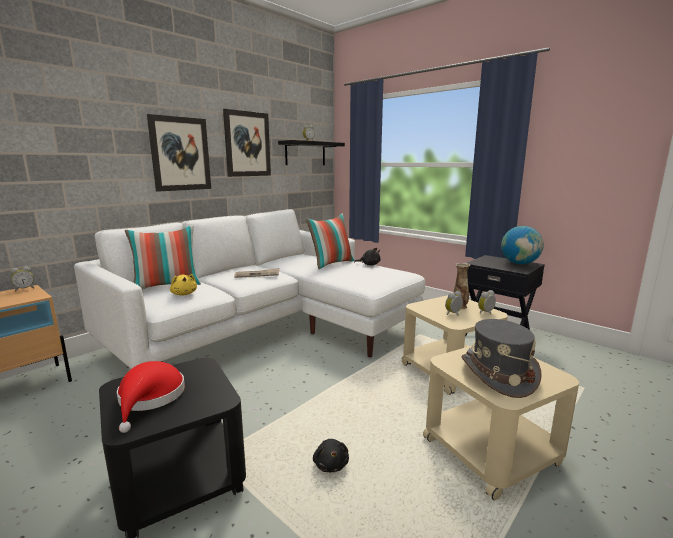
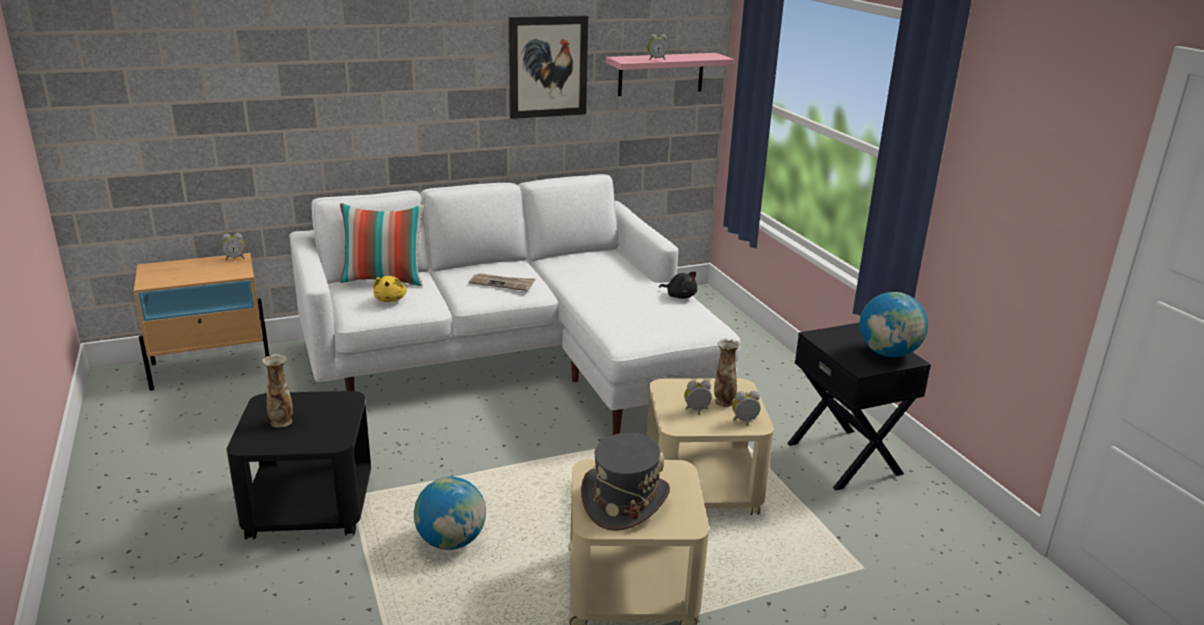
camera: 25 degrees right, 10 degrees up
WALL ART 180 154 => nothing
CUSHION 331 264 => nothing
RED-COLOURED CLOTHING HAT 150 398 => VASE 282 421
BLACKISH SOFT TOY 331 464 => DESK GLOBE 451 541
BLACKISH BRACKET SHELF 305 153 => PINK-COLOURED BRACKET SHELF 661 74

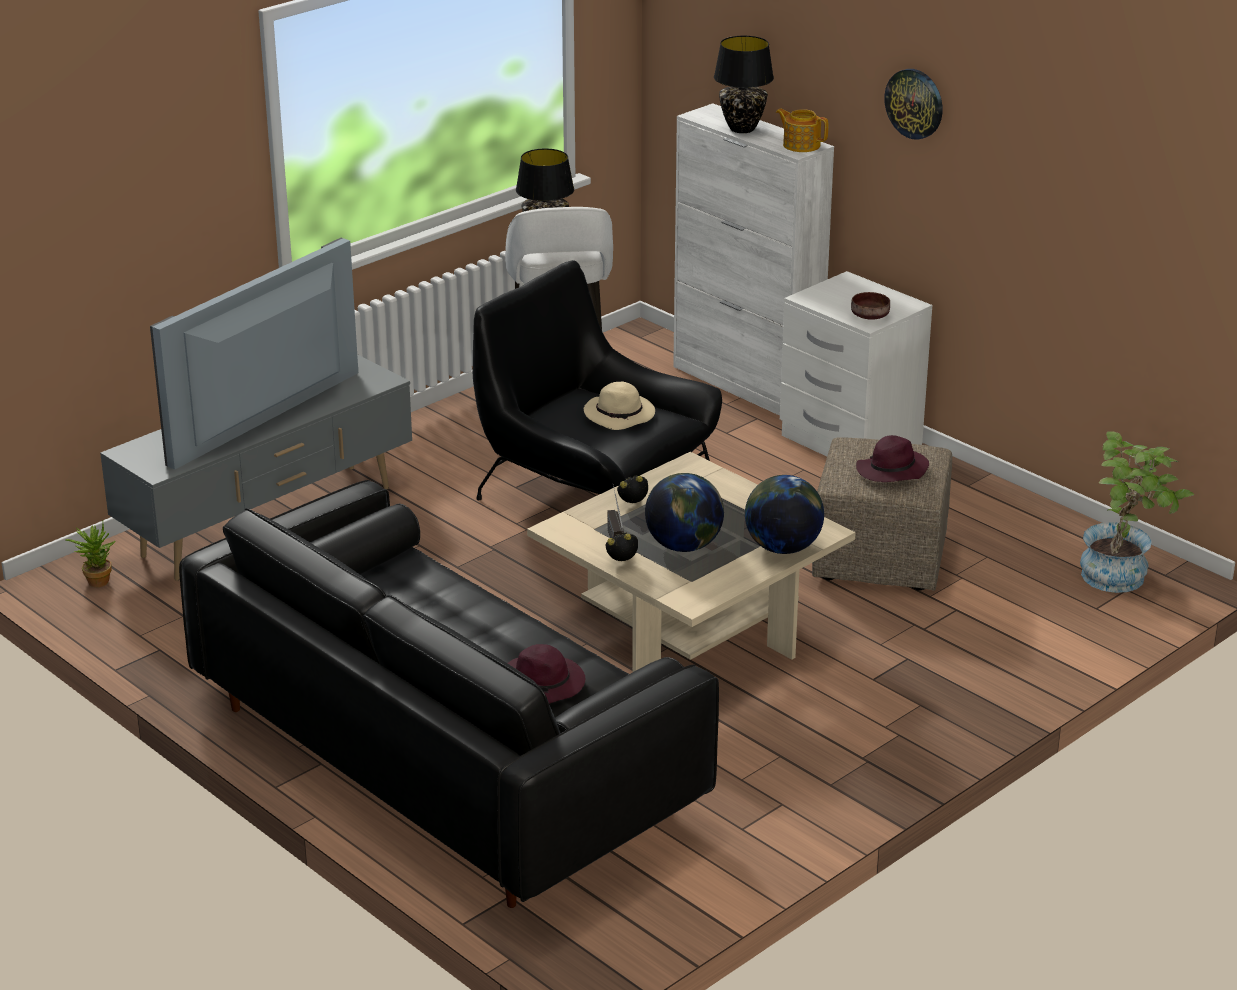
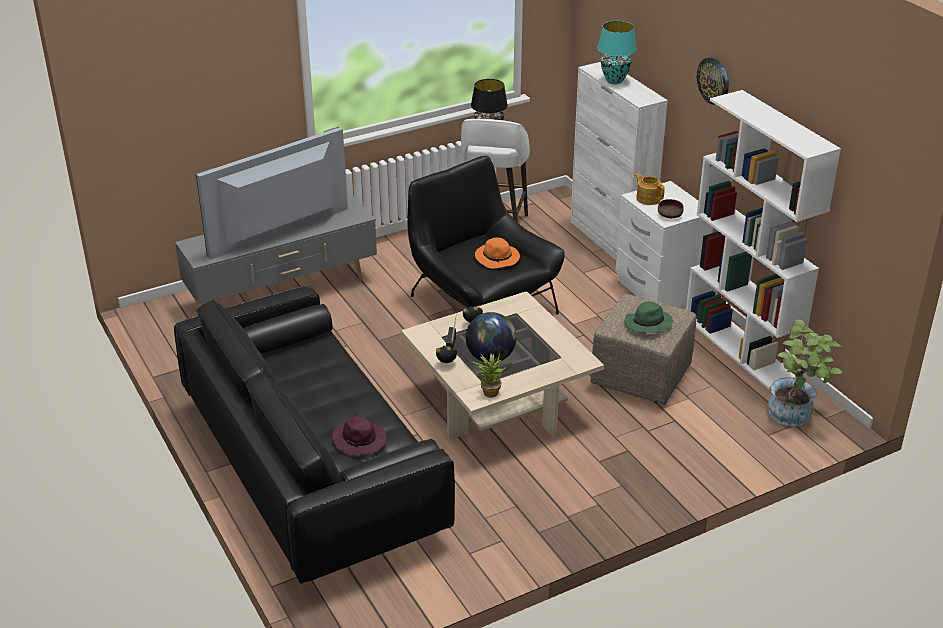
camera: 15 degrees right, 5 degrees up
DESK GLOBE 782 547 => nothing
nothing => WHITE BOOKSHELF 741 347
POTTED PLANT 96 580 => POTTED PLANT 489 391, shifted
TEAPOT 801 145 => TEAPOT 648 198, shifted
SAND-COLOURED CLOTHING HAT 620 415 => ORANGE CLOTHING HAT 498 258
BLACKISH LAMP FOR A TABLE 741 129 => TURQUOISE-COLOURED LAMP FOR A TABLE 614 81
PURPLE-COLOURED CLOTHING HAT 891 471 => GREEN-COLOURED CLOTHING HAT 647 324

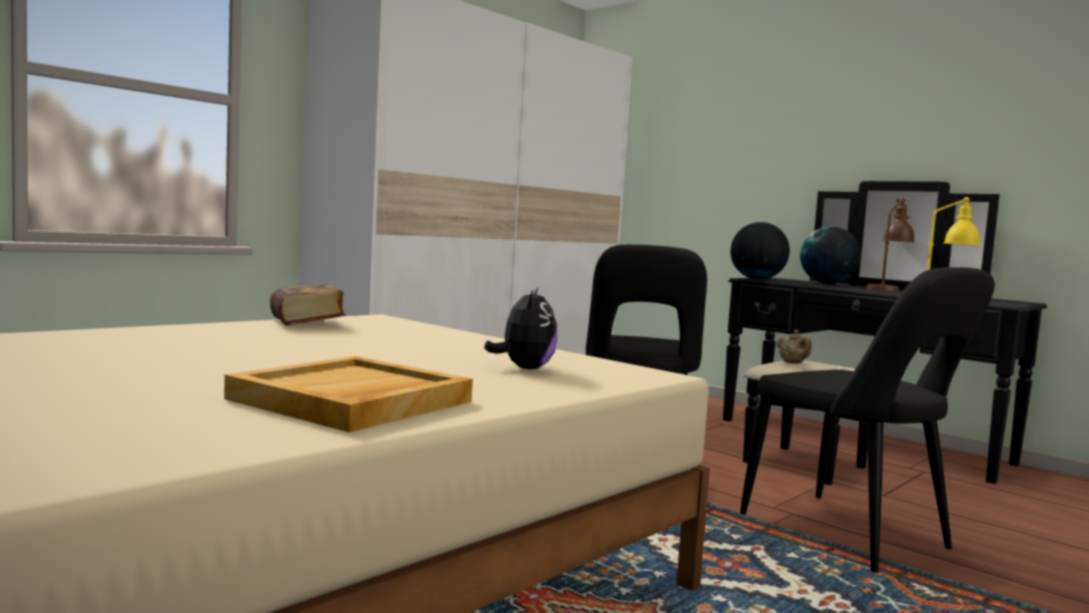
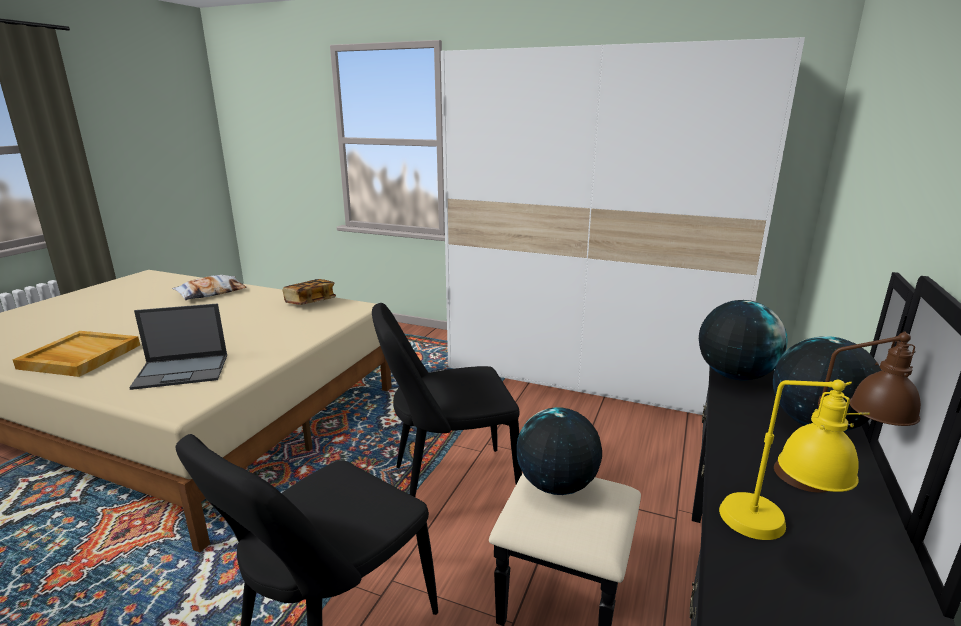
camera: 70 degrees right, 15 degrees up
nothing => CUSHION 211 293
SOFT TOY 524 368 => LAPTOP 183 371
SAND-COLOURED TEAPOT 793 363 => DESK GLOBE 556 485

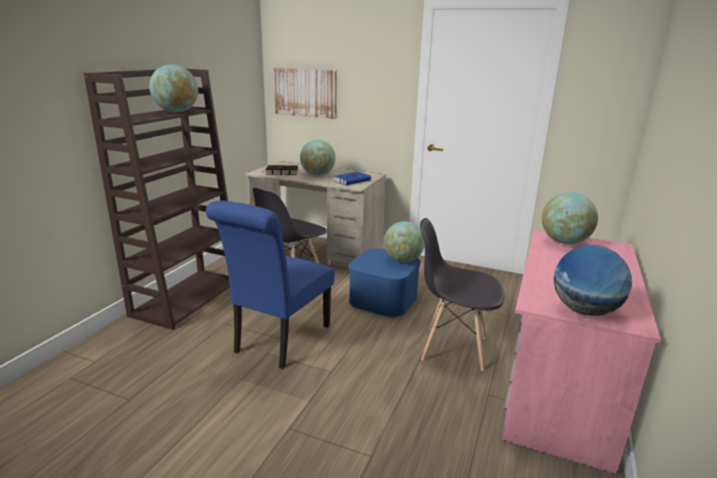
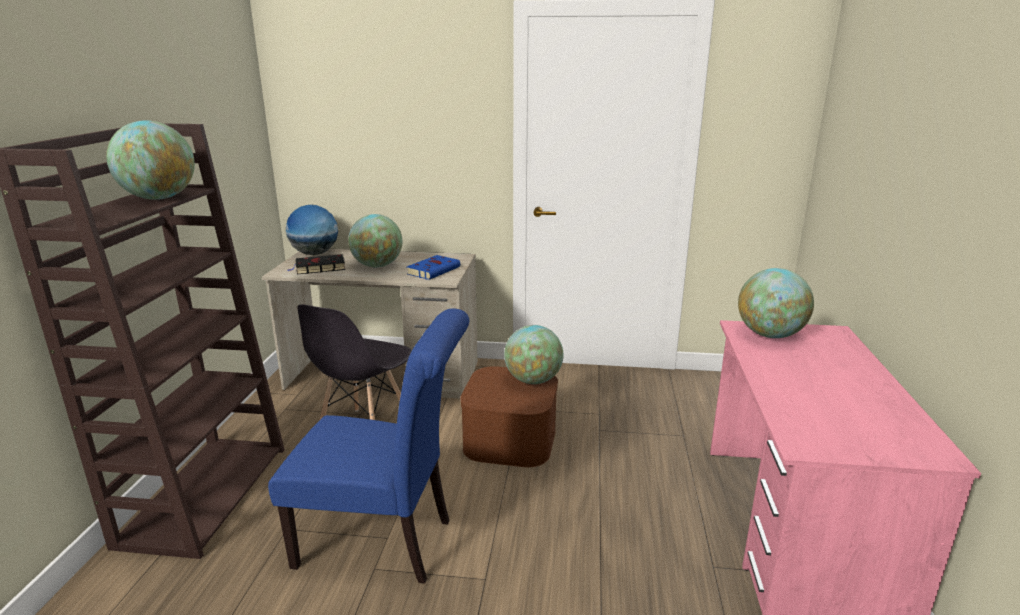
camera: 15 degrees left, 0 degrees up
WALL ART 305 92 => nothing
GREY CHAIR 453 347 => nothing
DESK GLOBE 584 311 => DESK GLOBE 314 254, shifted
BLUE STORAGE BOX 383 298 => BROWNISH STORAGE BOX 510 439
BLUE CHAIR 278 341 => BLUE CHAIR 384 543, 90 degrees counterclockwise

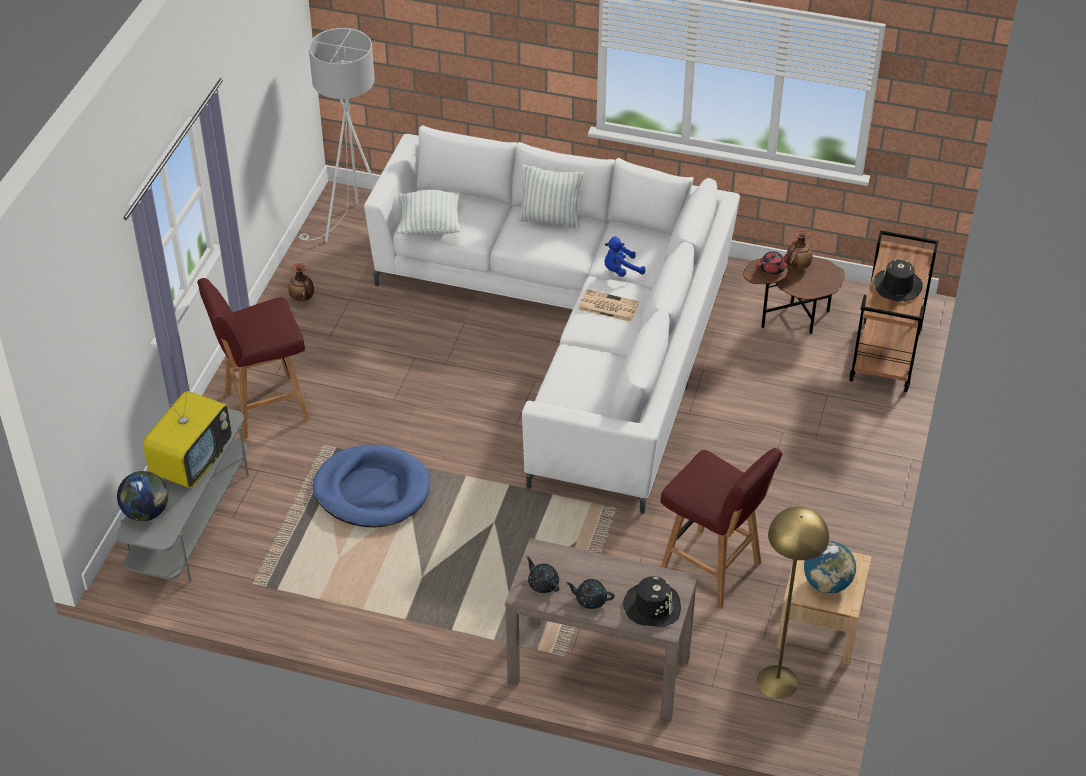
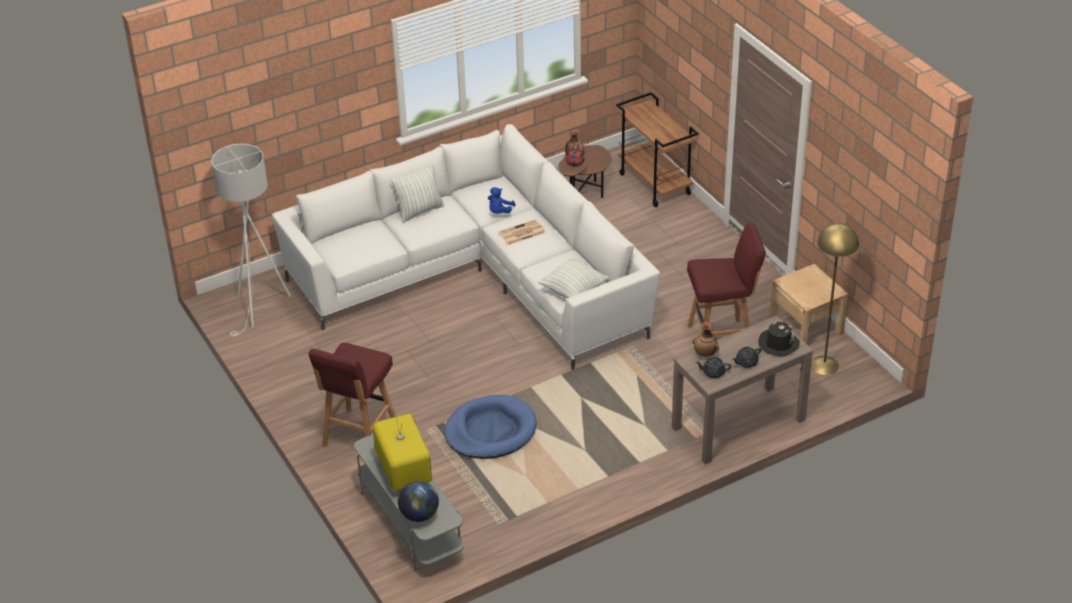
camera: 45 degrees left, 5 degrees down
DESK GLOBE 827 583 => nothing
BLACKISH CLOTHING HAT 897 286 => nothing
VASE 302 298 => VASE 705 354, shifted
CUSHION 429 226 => CUSHION 573 291, shifted

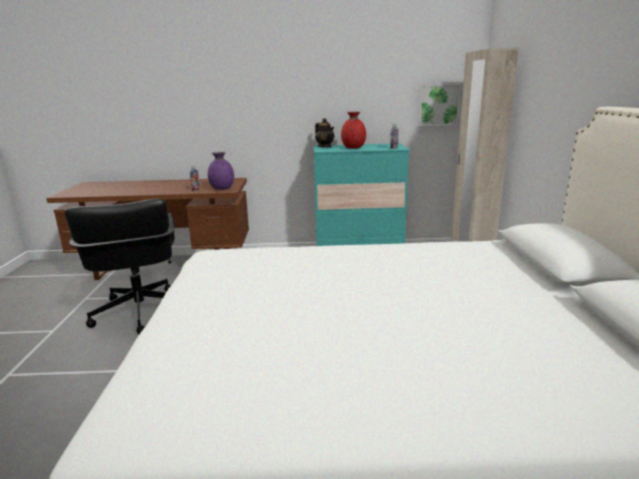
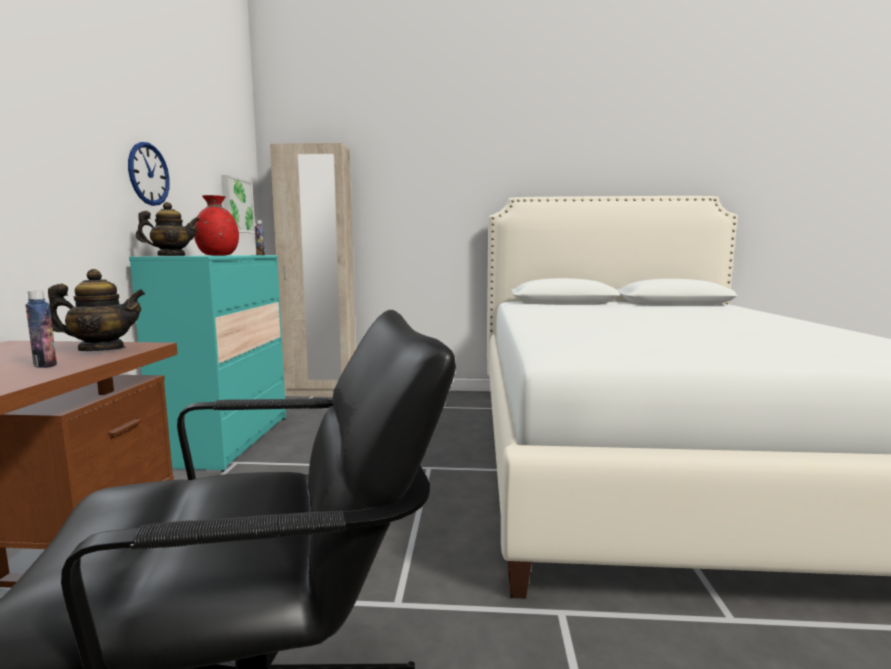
camera: 85 degrees left, 10 degrees down
nothing => HANGING CLOCK 148 174
PURPLE-COLOURED VASE 222 188 => TEAPOT 102 349

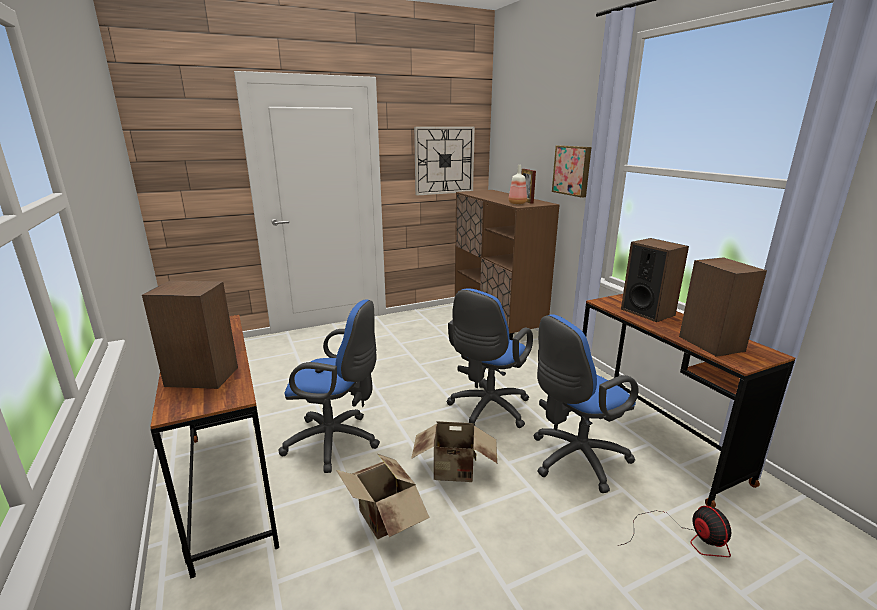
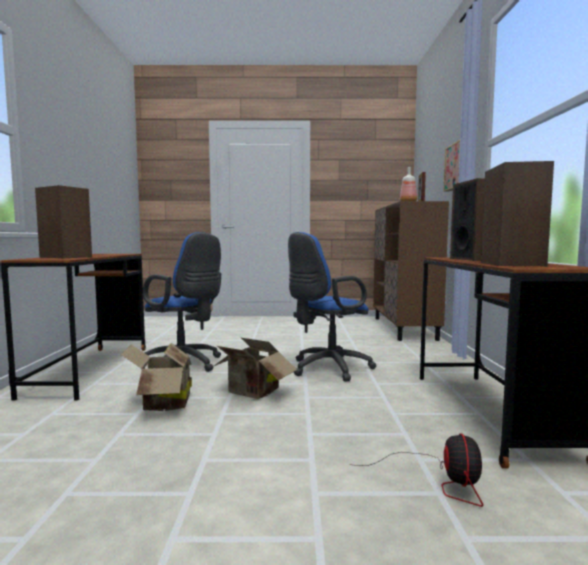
camera: 25 degrees right, 15 degrees down
HANGING CLOCK 444 160 => nothing
BLUE DESK CHAIR 574 460 => nothing

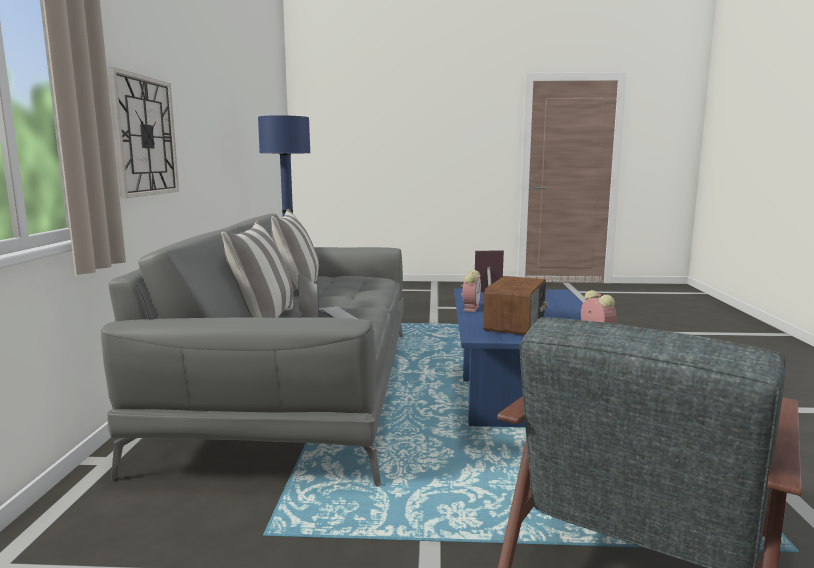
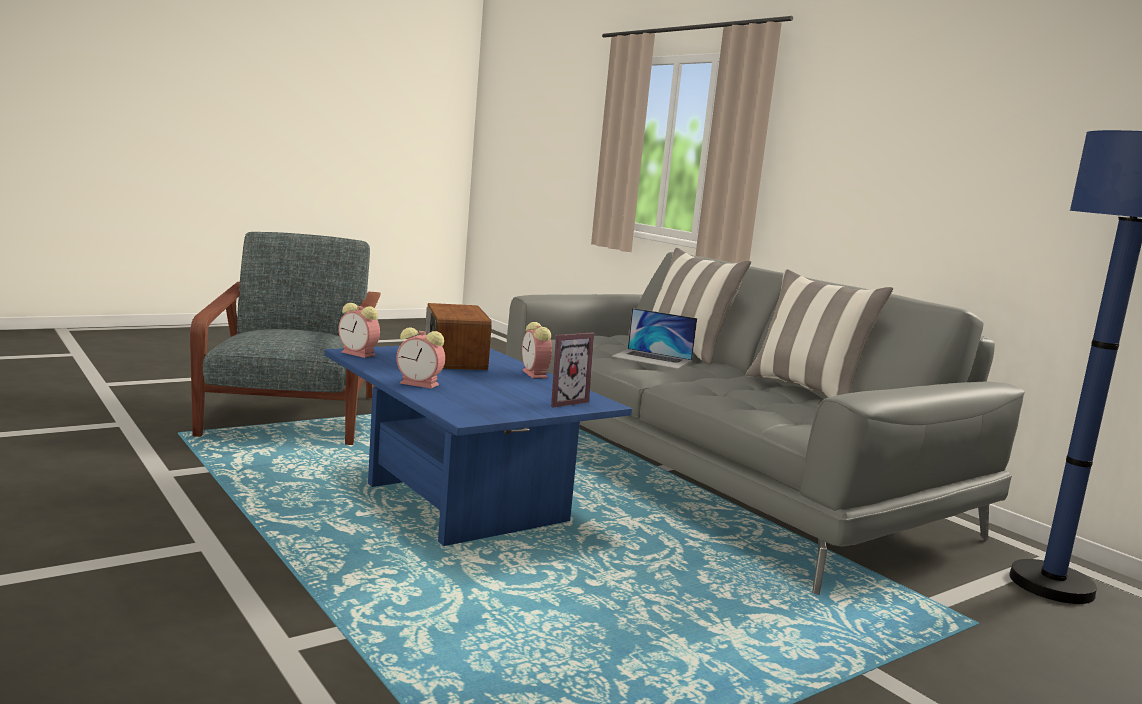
camera: 140 degrees right, 0 degrees up
HANGING CLOCK 145 136 => nothing
nothing => ALARM CLOCK 421 384

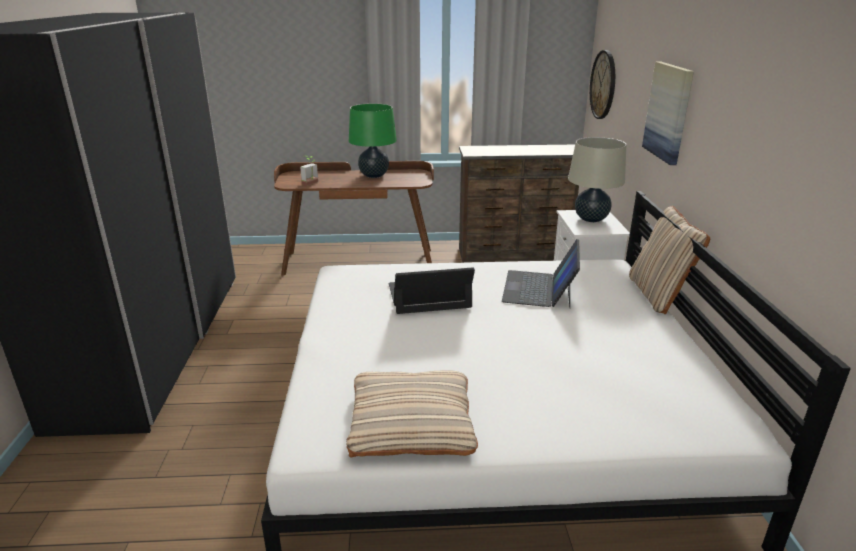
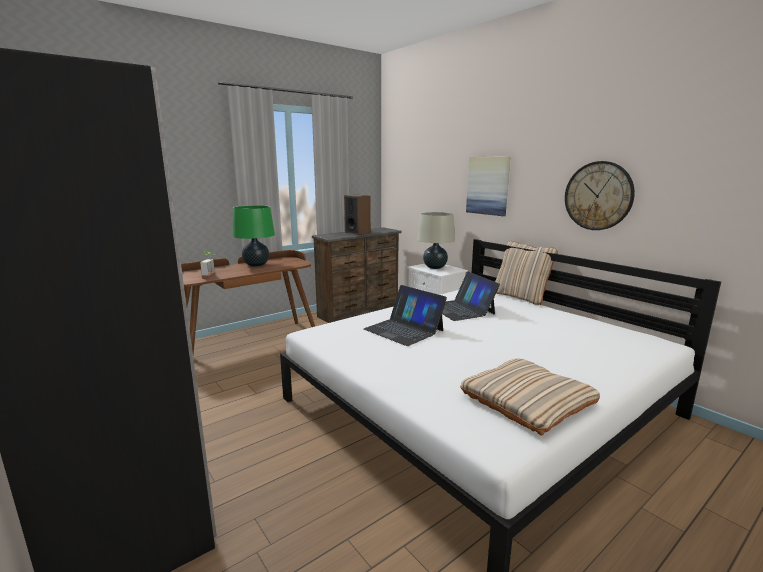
camera: 35 degrees left, 10 degrees down
nothing => LOUDSPEAKER 357 232
HANGING CLOCK 603 85 => HANGING CLOCK 598 196, shifted
LAPTOP 429 296 => LAPTOP 404 330, 90 degrees counterclockwise

